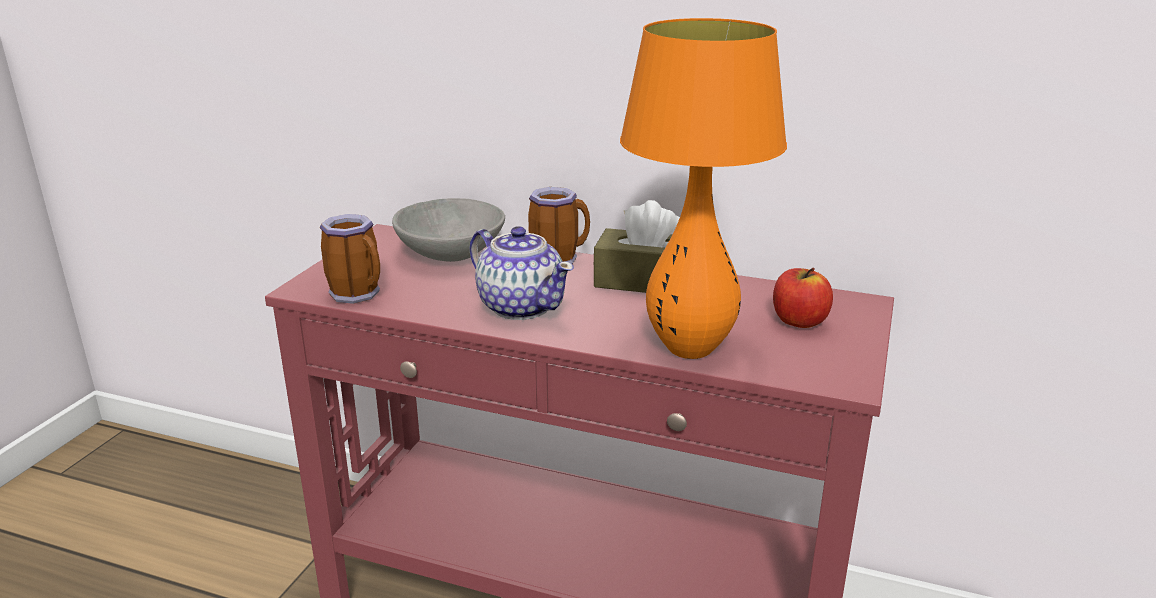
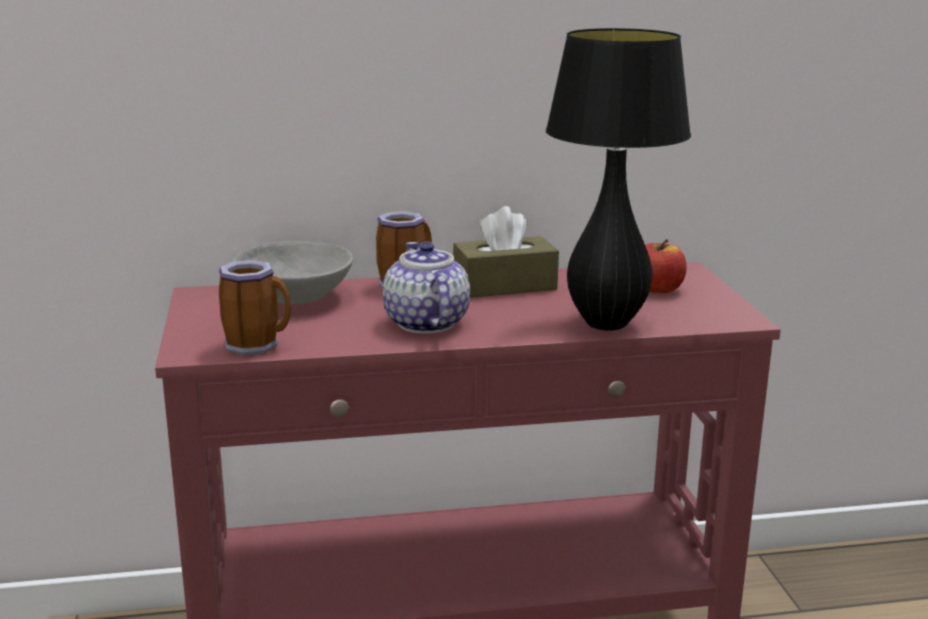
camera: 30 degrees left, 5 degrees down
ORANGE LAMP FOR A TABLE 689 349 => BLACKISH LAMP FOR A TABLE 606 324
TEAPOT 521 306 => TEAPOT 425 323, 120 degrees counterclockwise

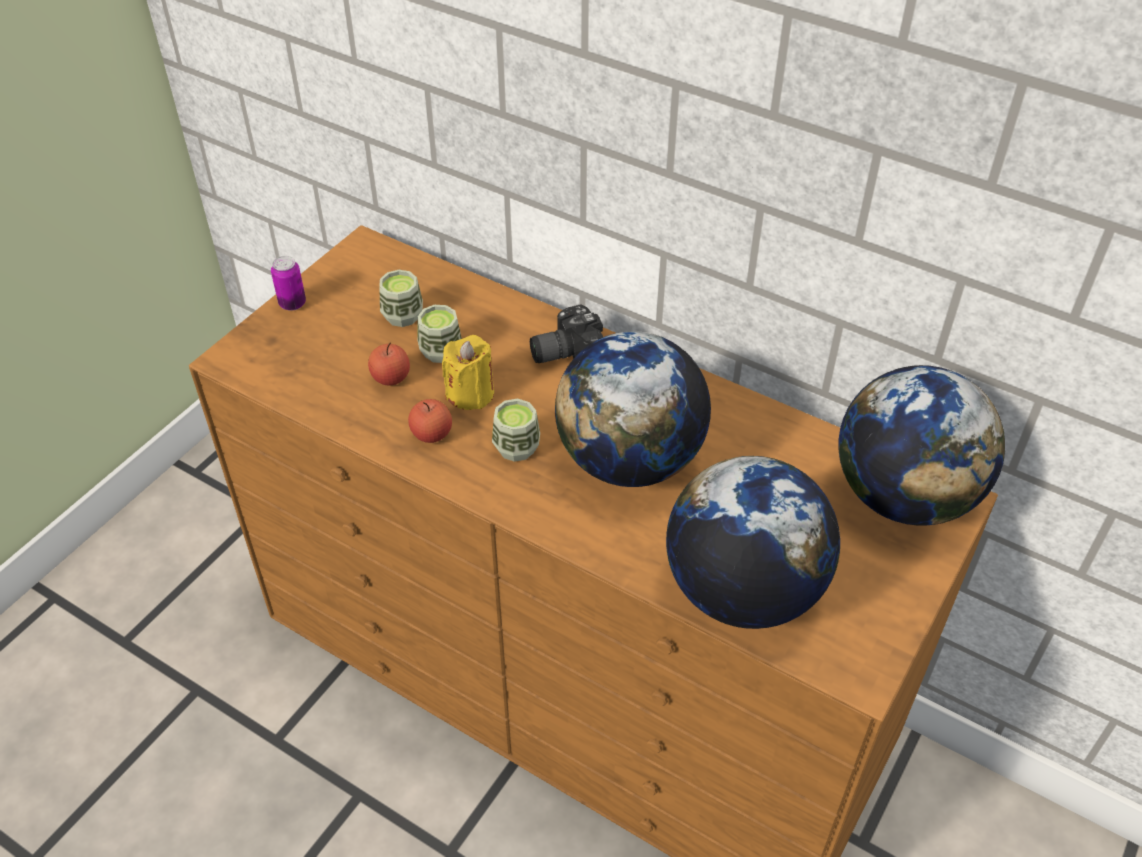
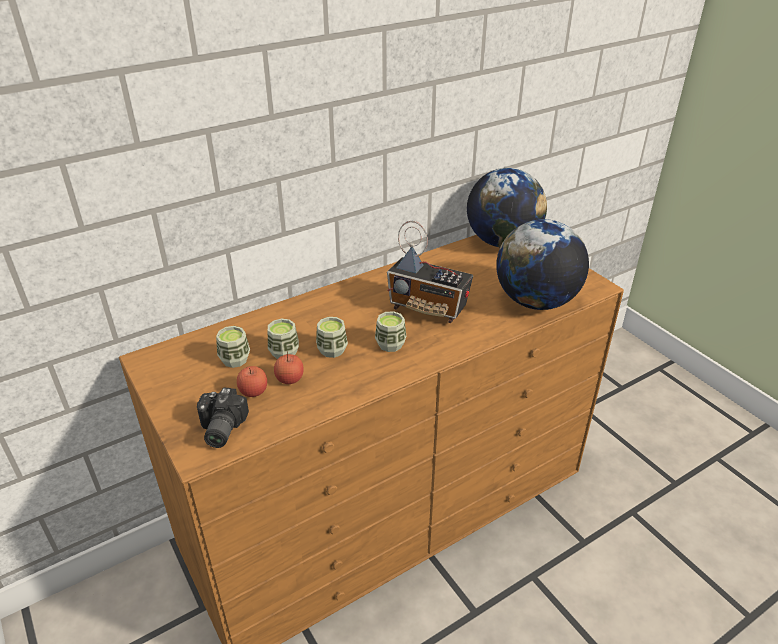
camera: 65 degrees left, 10 degrees down
SEALED CAN 292 303 => nothing
APPLE 431 434 => APPLE 253 391, shifted
STILL CAMERA 564 350 => STILL CAMERA 219 429, shifted
YELLOWISH WAX LIGHT 470 393 => DRINKING CUP 332 350
DESK GLOBE 630 461 => RADIO SET 428 308

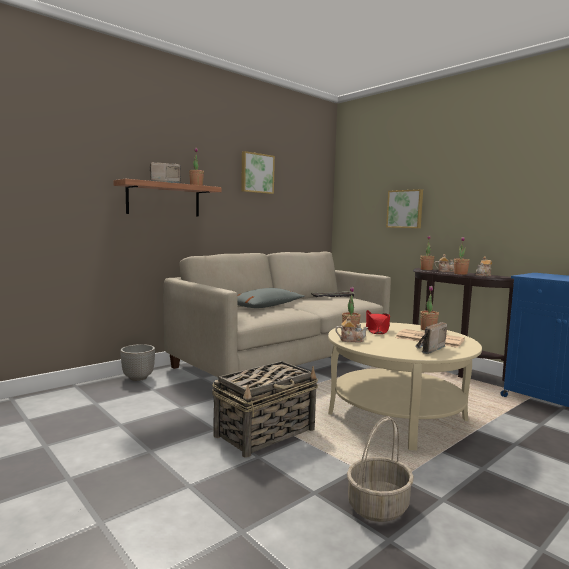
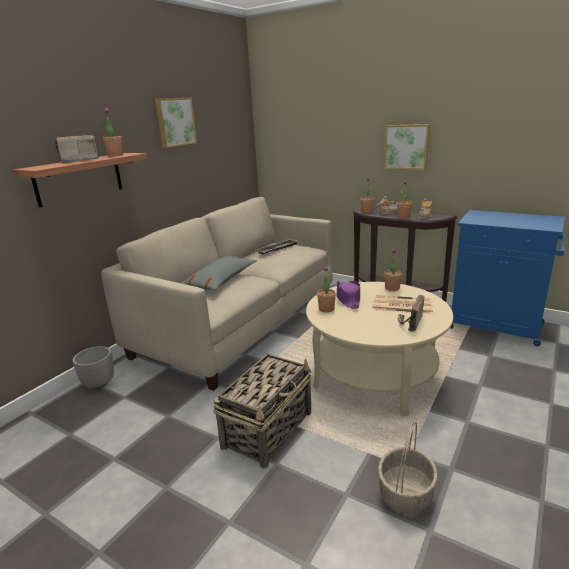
camera: 15 degrees left, 15 degrees up
TEAPOT 351 340 => nothing
WALL ART 405 209 => WALL ART 407 147, shifted
RED-COLOURED CLOTHING HAT 377 329 => PURPLE-COLOURED CLOTHING HAT 348 299

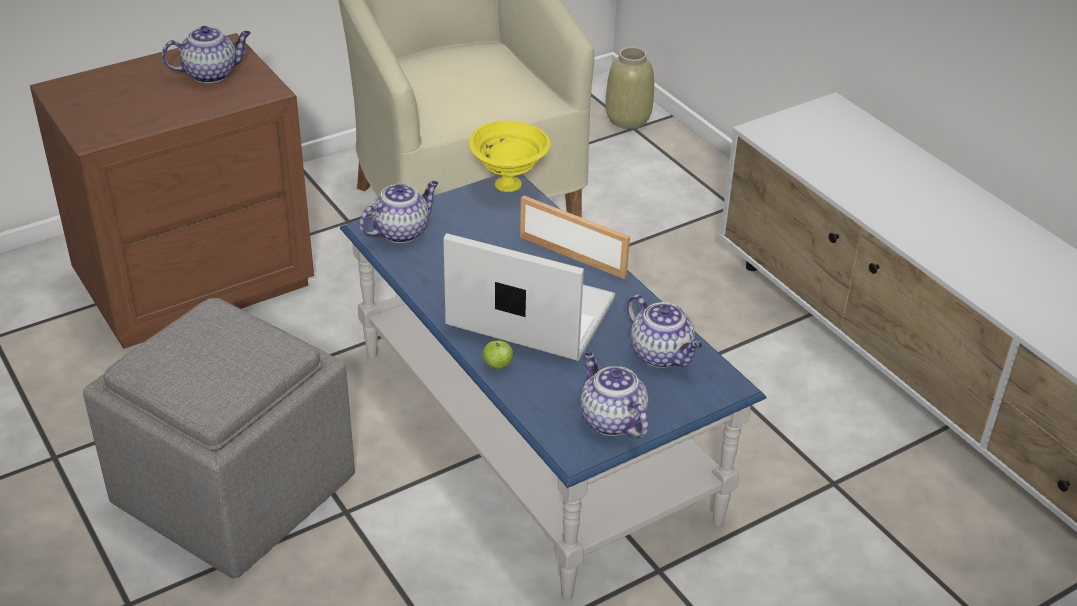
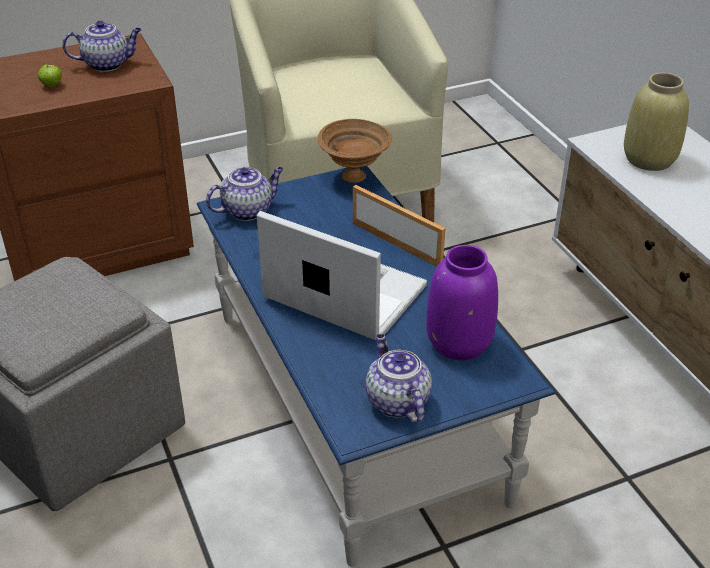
camera: 10 degrees right, 0 degrees up
APPLE 498 365 => APPLE 52 85, shifted
SAND-COLOURED VASE 627 119 => SAND-COLOURED VASE 648 159, shifted
TEAPOT 662 355 => PURPLE-COLOURED VASE 460 342
YELLOWISH SERVING BOWL 509 184 => BROWNISH SERVING BOWL 354 176

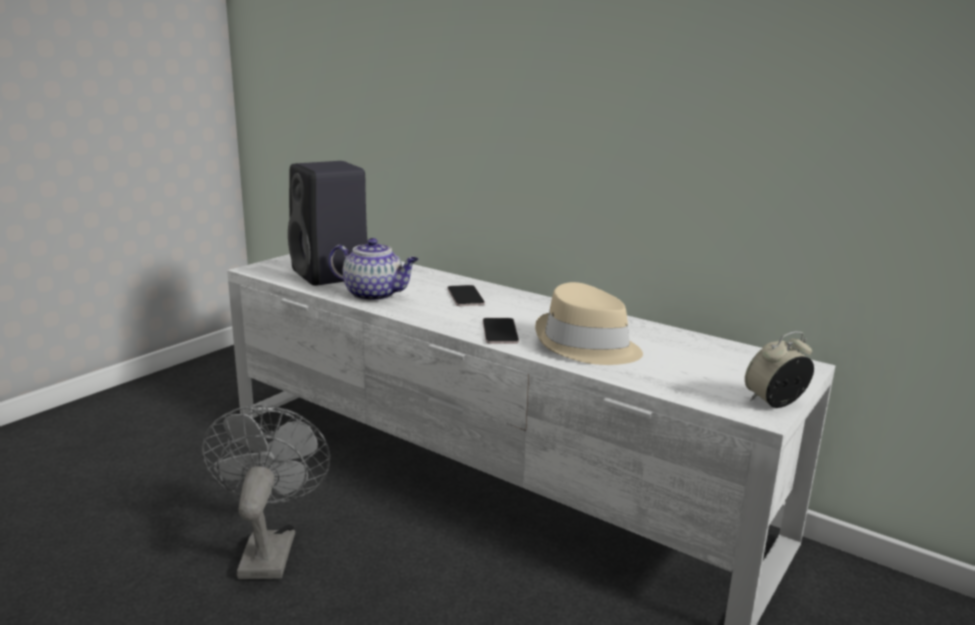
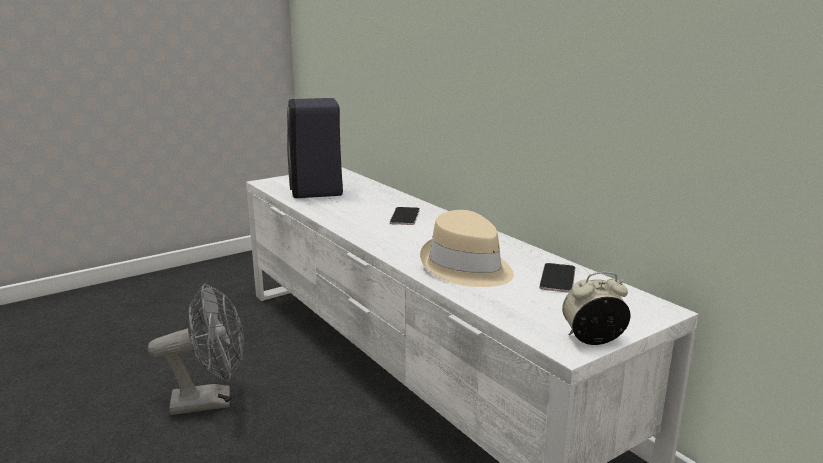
camera: 20 degrees right, 0 degrees up
TEAPOT 375 295 => nothing
TELEPHONE 500 332 => TELEPHONE 557 278, shifted
GREY ELECTRIC FAN 269 548 => GREY ELECTRIC FAN 212 401, 60 degrees clockwise

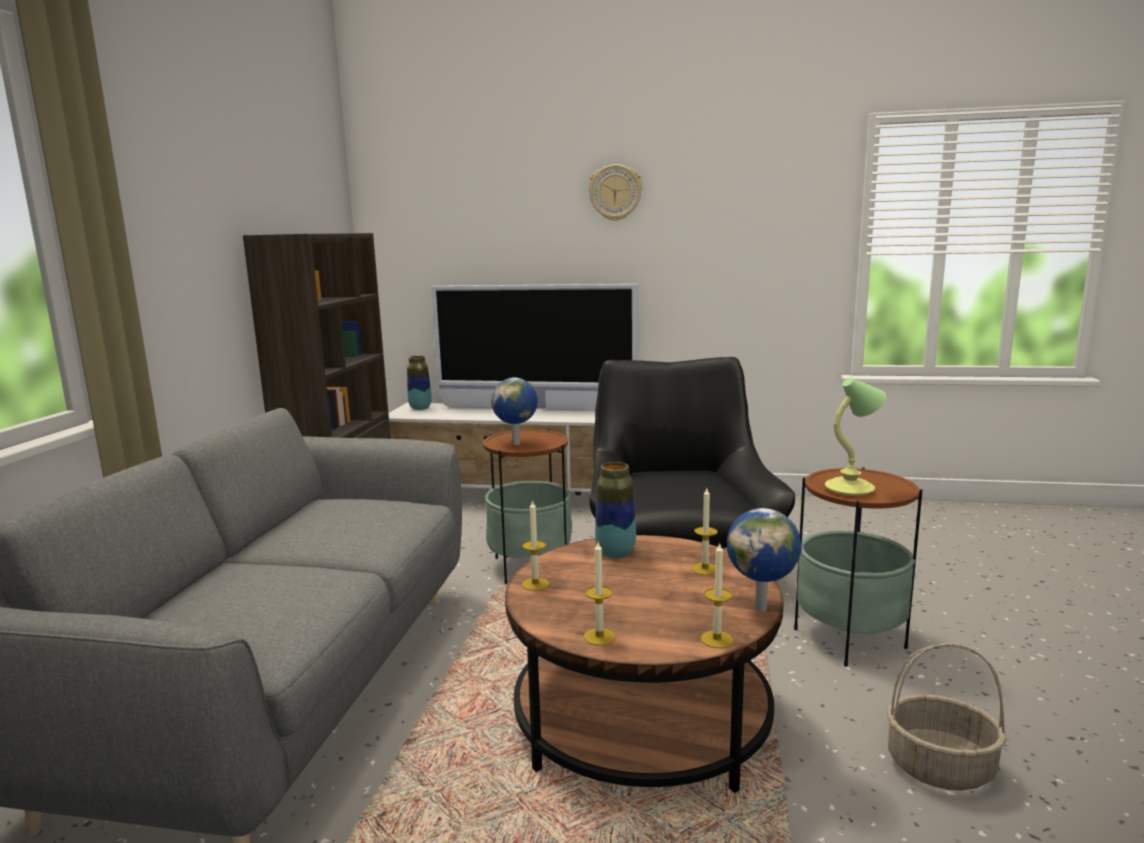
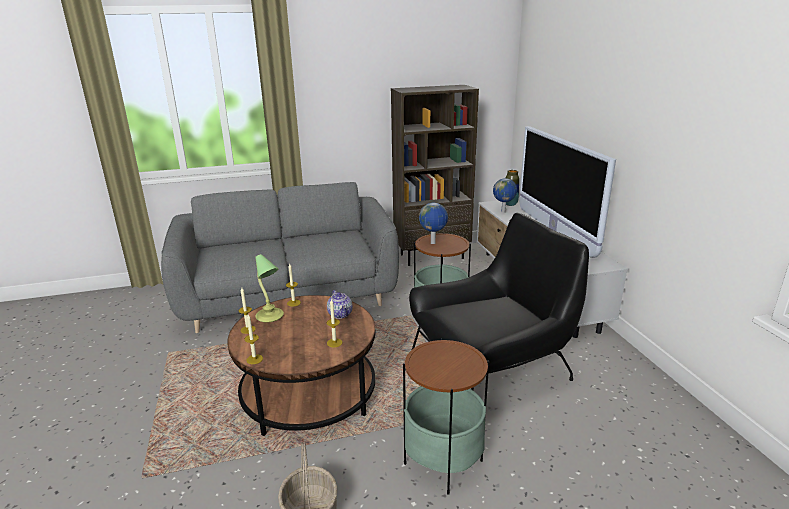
camera: 65 degrees right, 10 degrees up
HANGING CLOCK 615 192 => nothing
DESK GLOBE 762 608 => DESK GLOBE 503 212, shifted
LAMP FOR A TABLE 851 488 => LAMP FOR A TABLE 270 316, shifted
VASE 615 553 => TEAPOT 340 314

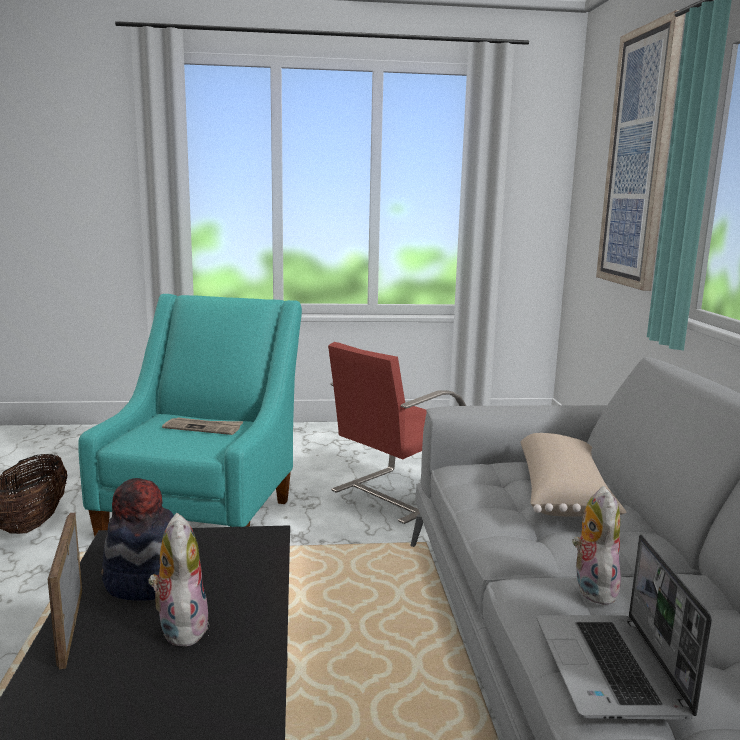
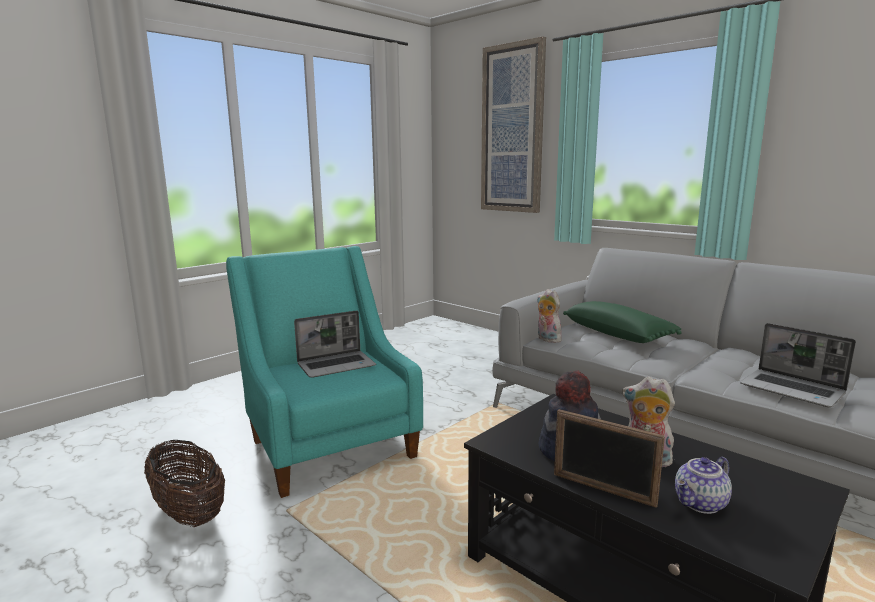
camera: 40 degrees left, 0 degrees up
RED-COLOURED CHAIR 393 494 => nothing
nothing => TEAPOT 701 504
SOFT TOY 591 588 => SOFT TOY 547 339, shifted
DAILY PAPER 203 428 => LAPTOP 337 365
SAND-COLOURED CUSHION 564 495 => GREEN-COLOURED CUSHION 618 334

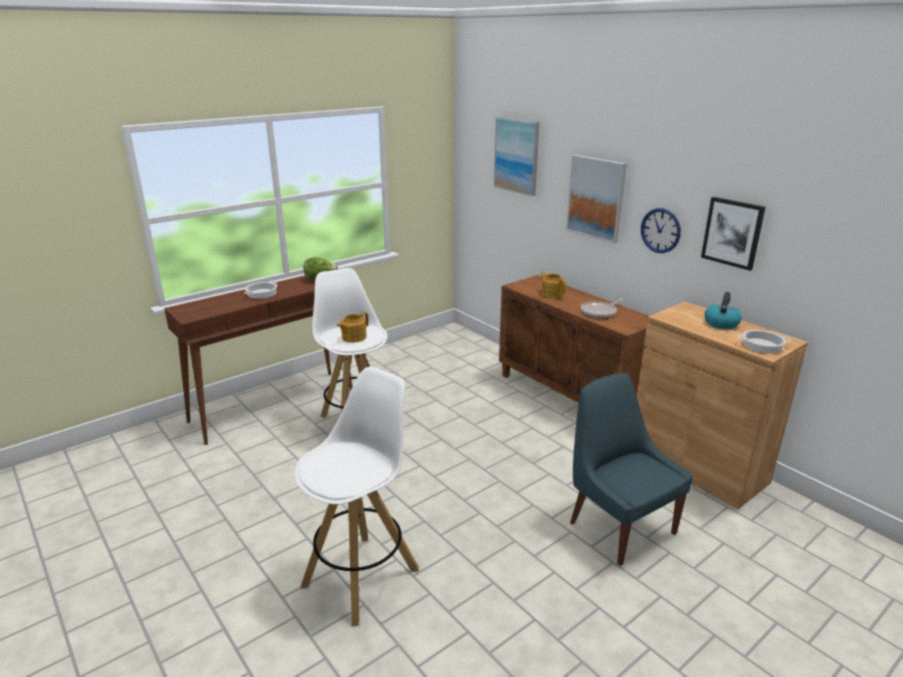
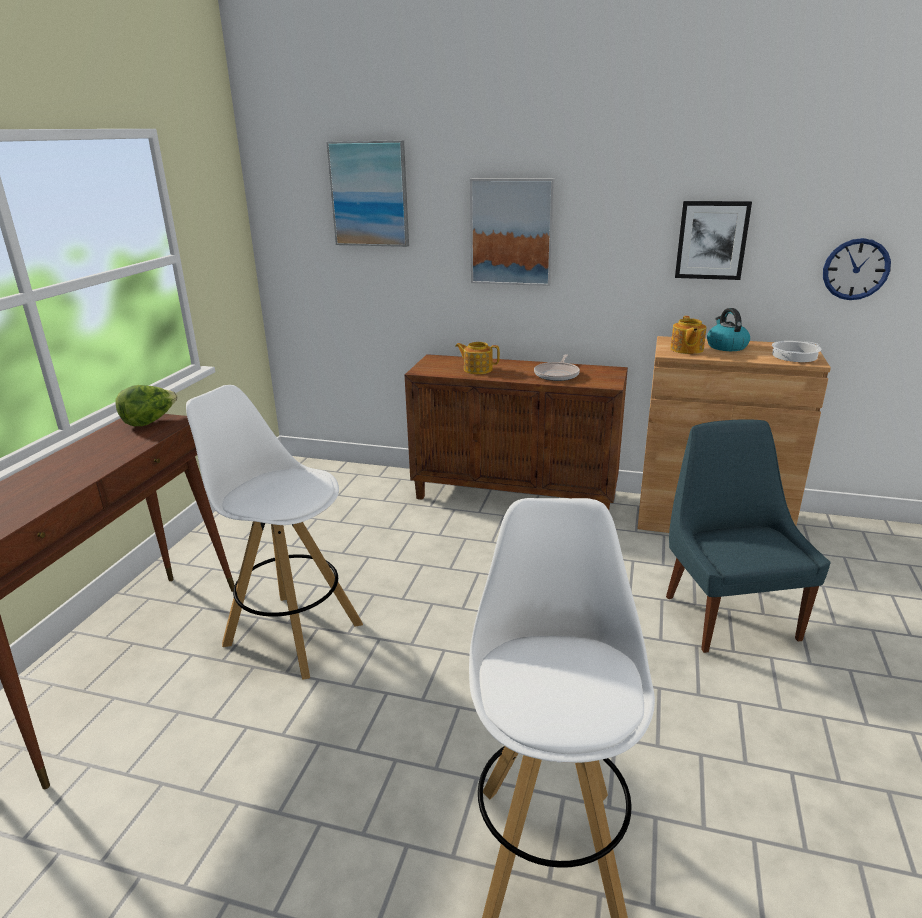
camera: 35 degrees left, 0 degrees up
COOKING POT 261 293 => nothing
TEAPOT 353 337 => TEAPOT 686 349, shifted
HANGING CLOCK 660 230 => HANGING CLOCK 856 269, shifted
BLUE CHAIR 619 525 => BLUE CHAIR 728 614, 60 degrees clockwise

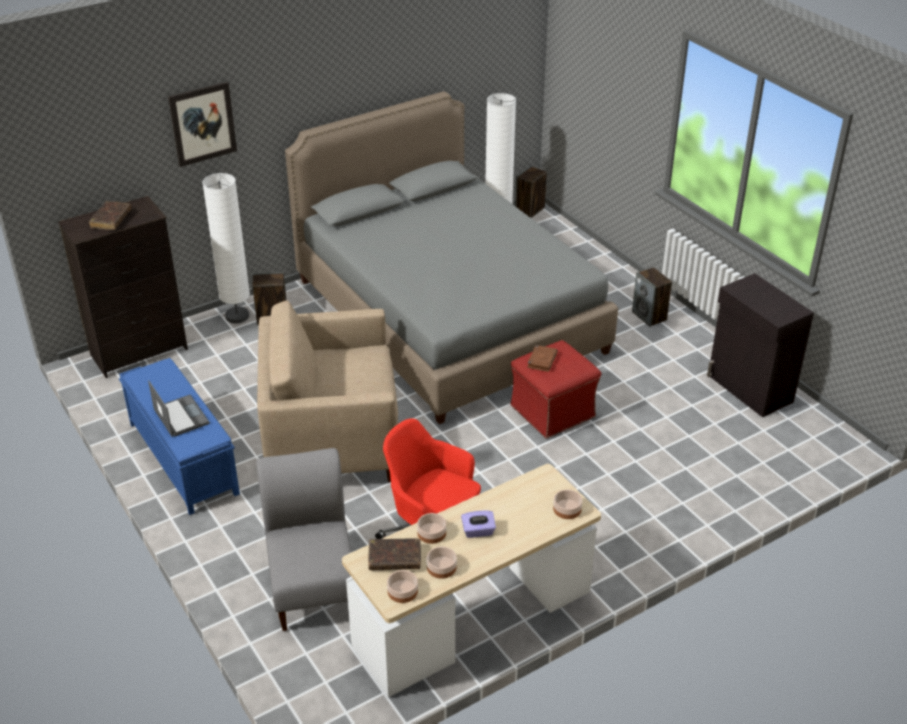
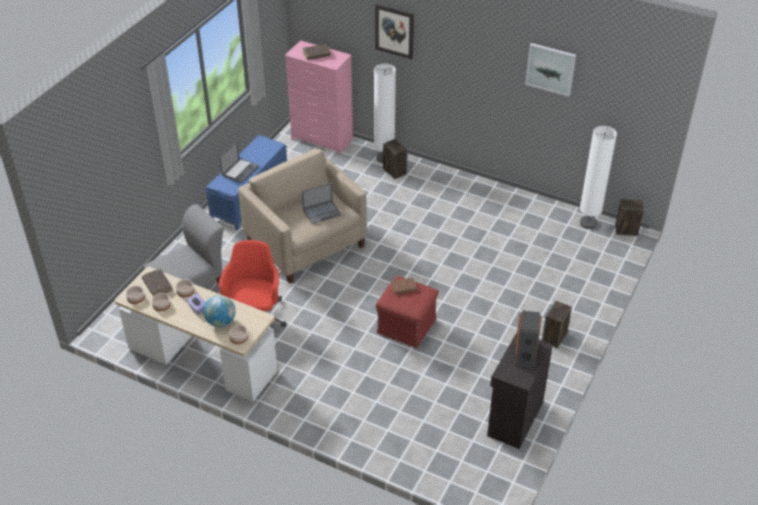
camera: 60 degrees right, 5 degrees up
GREY BEDROOM BED 448 316 => nothing
nothing => DESK GLOBE 221 322
nothing => LAPTOP 322 212
nothing => LOUDSPEAKER 525 353
nothing => WALL ART 550 69
BLACKISH DRAWER CHEST 140 352 => PINK-COLOURED DRAWER CHEST 322 140

